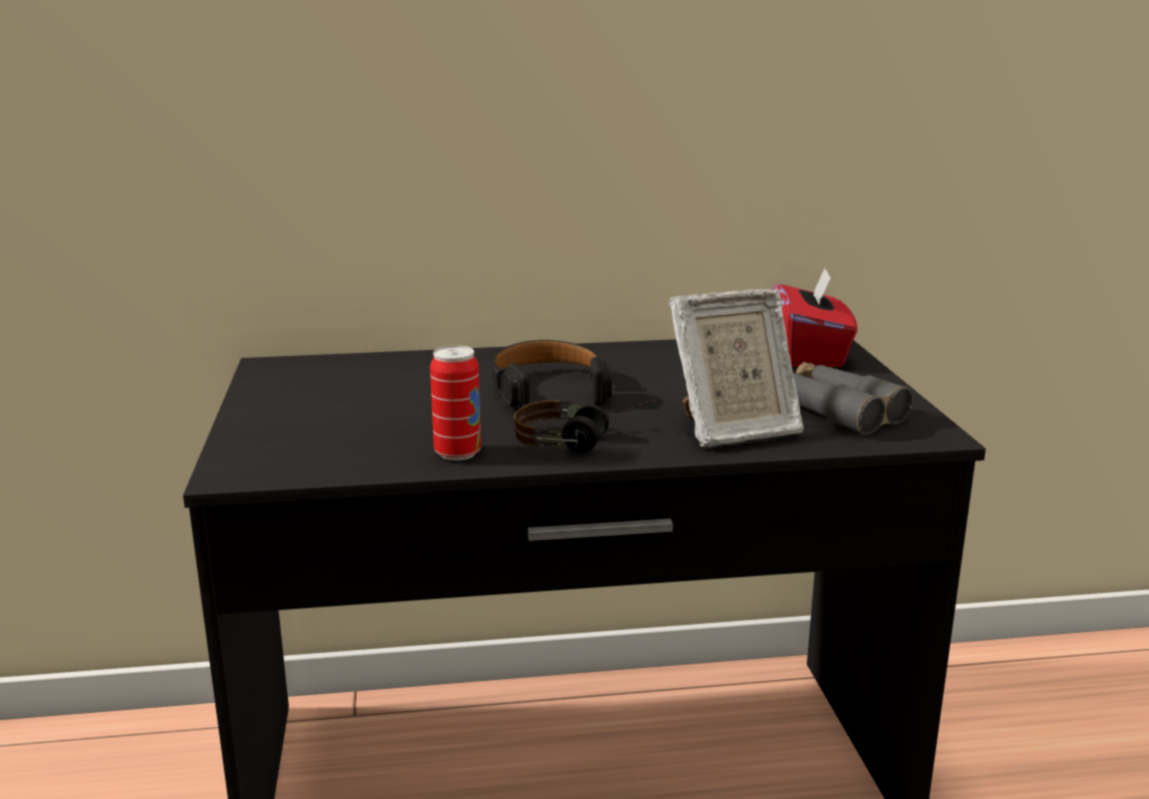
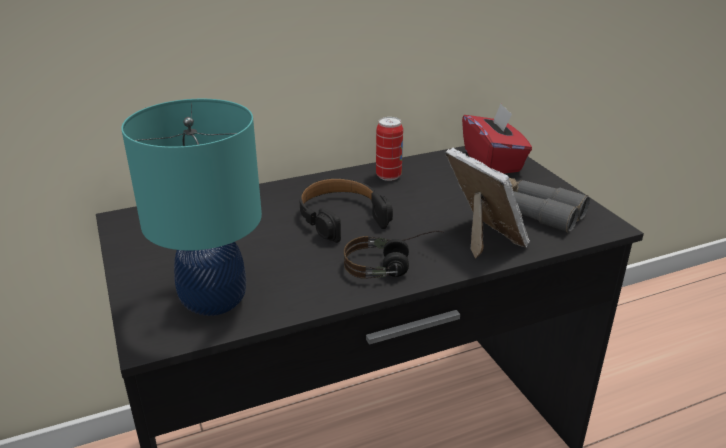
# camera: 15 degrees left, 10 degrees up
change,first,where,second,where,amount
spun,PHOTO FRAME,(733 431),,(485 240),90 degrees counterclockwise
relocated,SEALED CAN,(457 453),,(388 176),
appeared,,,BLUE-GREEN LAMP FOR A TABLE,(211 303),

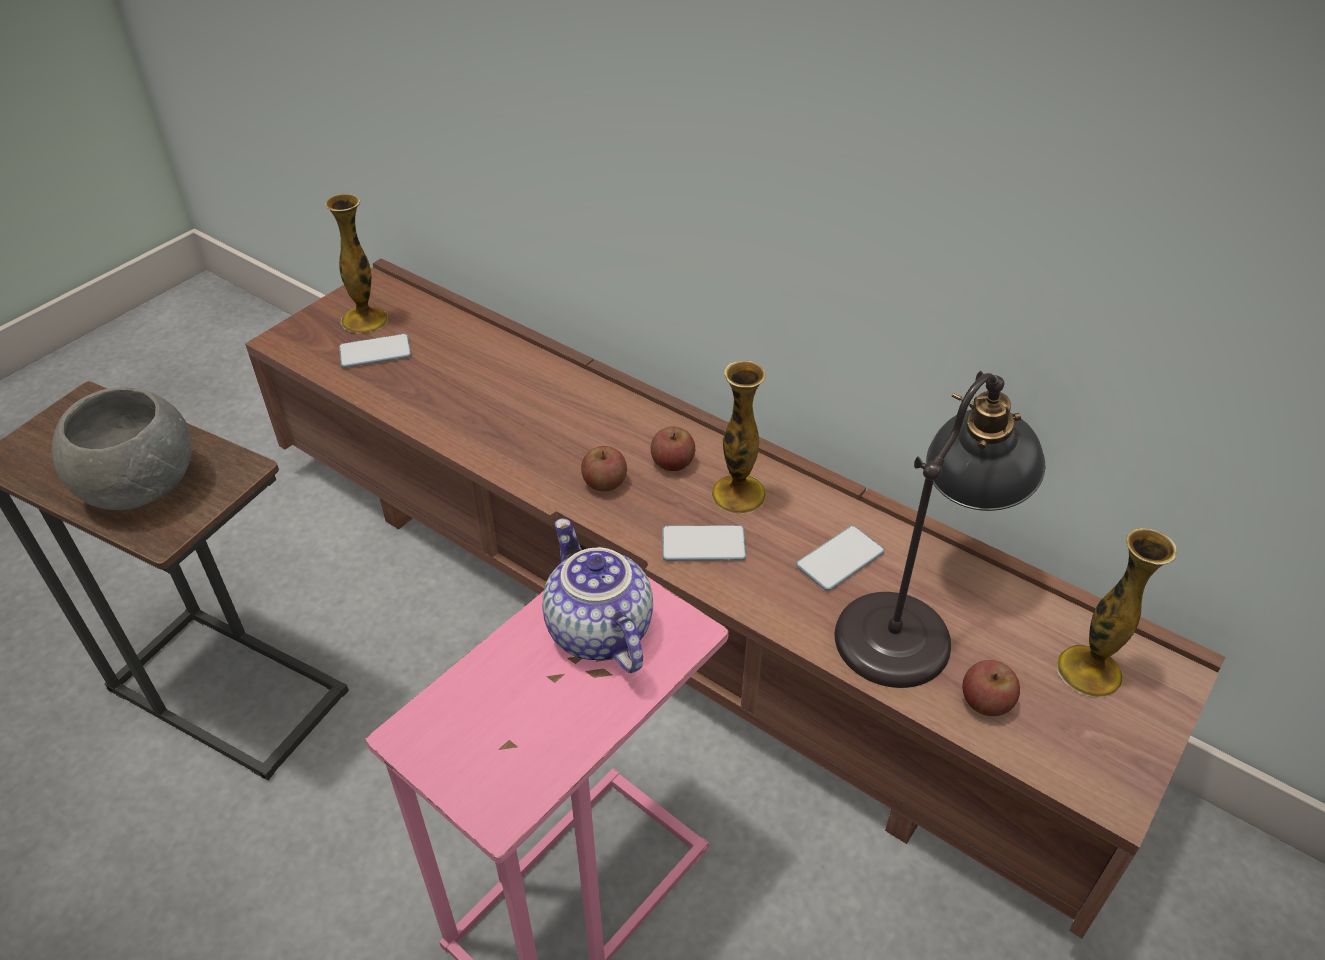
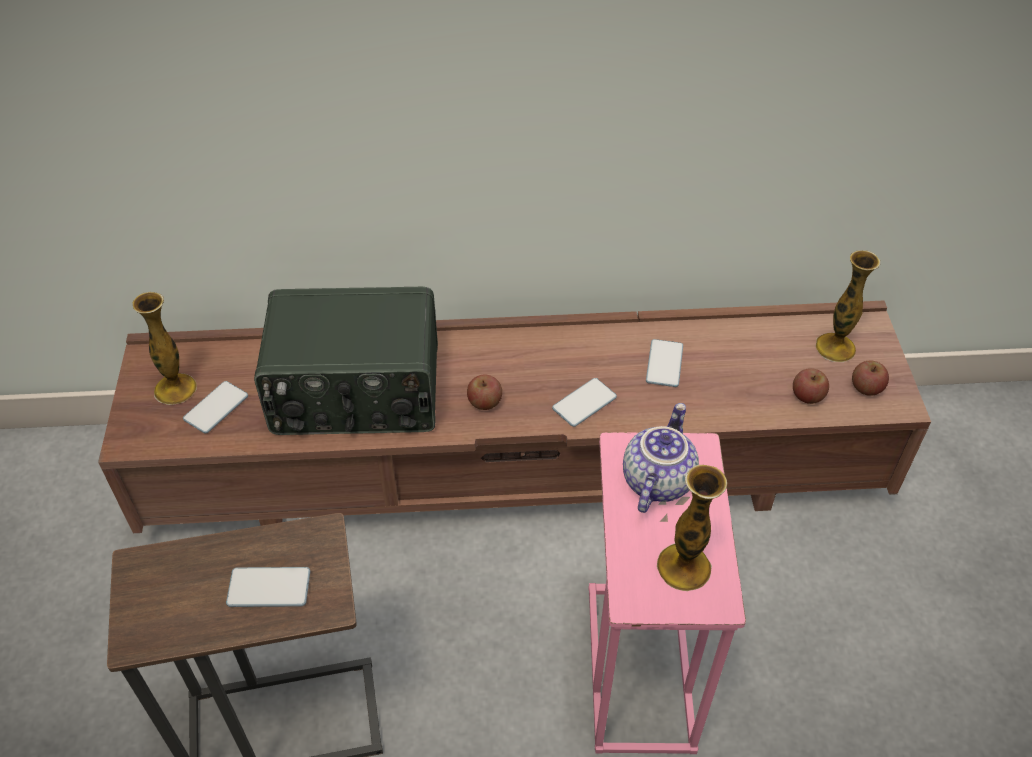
# camera: 40 degrees left, 5 degrees up
change,first,where,second,where,amount
relocated,VASE,(738 494),,(683 567),
missing,GREY LAMP FOR A TABLE,(919 609),,,
exchanged,GREY DEEP DISH,(142 485),TELEPHONE,(269 588),
relocated,WHOLE APPLE,(672 463),,(866 388),
spun,POT FOR TEA,(596 631),,(656 480),90 degrees clockwise
appeared,,,RADIO SET,(356 393),

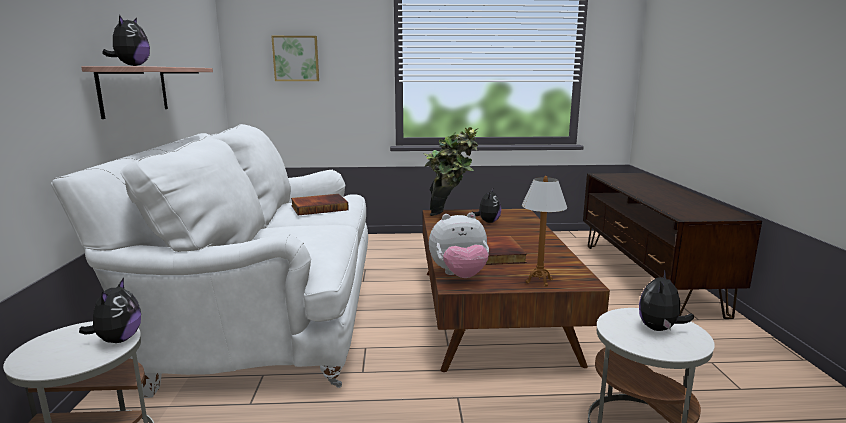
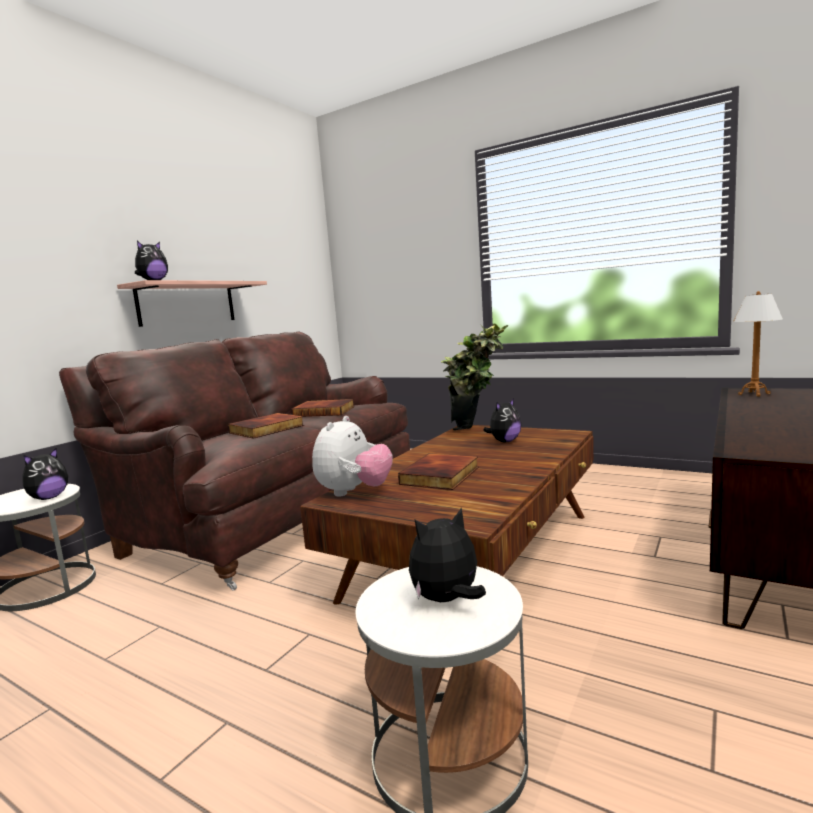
# camera: 35 degrees right, 5 degrees down
change,first,where,second,where,amount
missing,WALL PICTURE,(296 58),,,
colour,WHITE-COLOURED COUCH,(265 317),BROWN COUCH,(269 515),
relocated,LAMP FOR A TABLE,(539 281),,(754 394),
spun,CUDDLY TOY,(459 276),,(354 492),90 degrees counterclockwise
appeared,,,BOUND BOOK,(267 429),

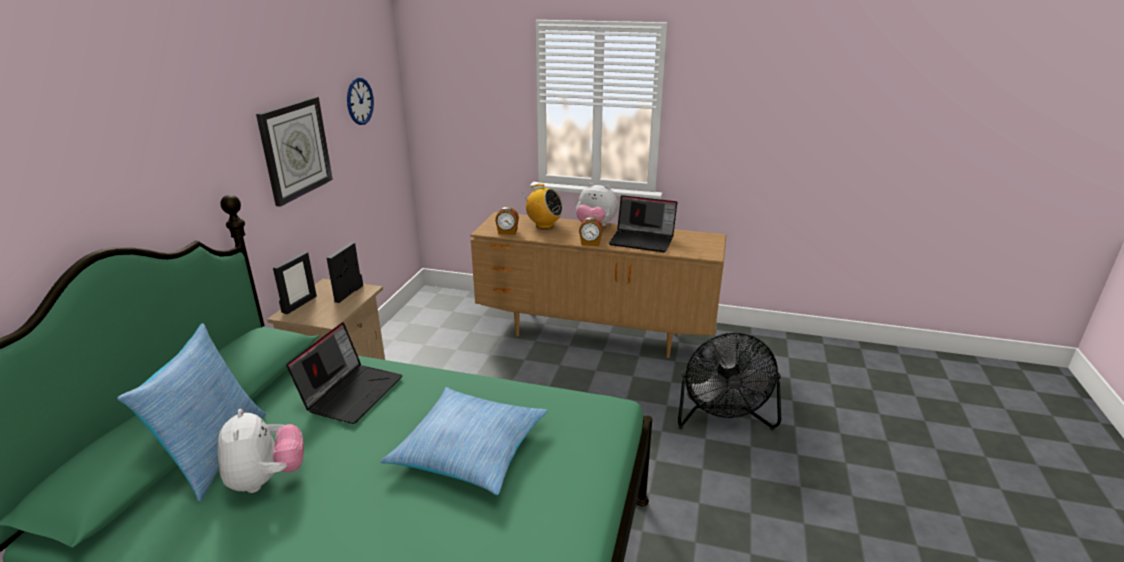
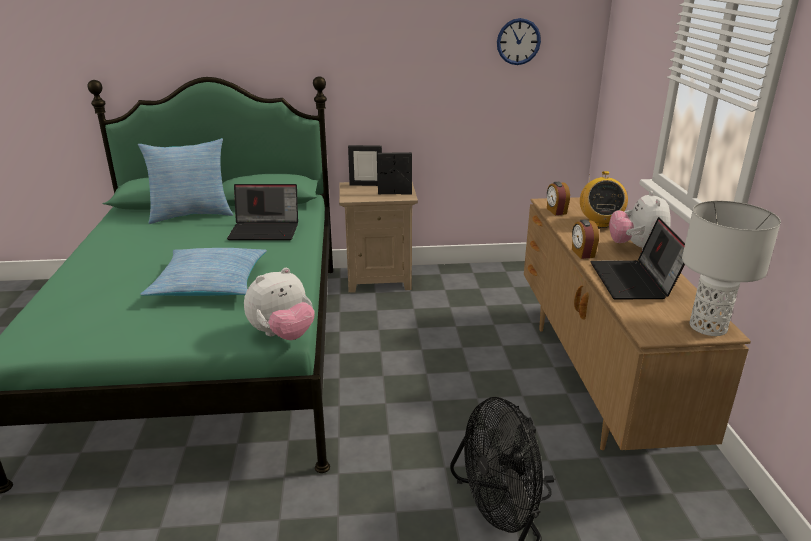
# camera: 70 degrees right, 0 degrees up
change,first,where,second,where,amount
missing,CLOCK ON THE WALL,(295 149),,,
relocated,CUDDLY TOY,(267 479),,(282 335),
appeared,,,WHITE-COLOURED LAMP FOR A TABLE,(708 326),

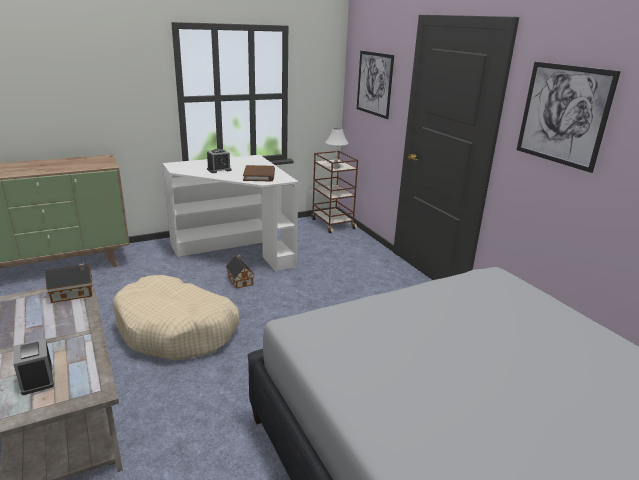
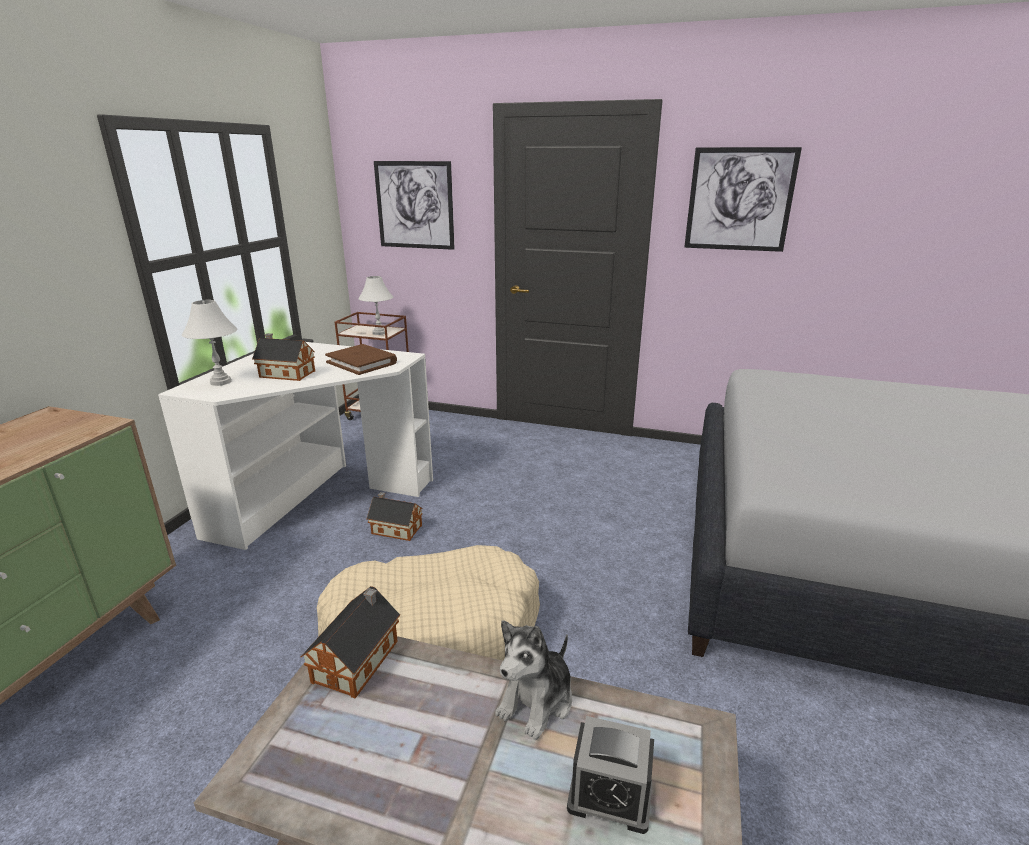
# camera: 45 degrees left, 0 degrees up
change,first,where,second,where,amount
exchanged,BEDSIDE CLOCK,(219 170),MINIATURE HOUSE,(285 373),
appeared,,,WHITE-COLOURED LAMP FOR A TABLE,(220 382),
appeared,,,CUDDLY TOY,(537 701),

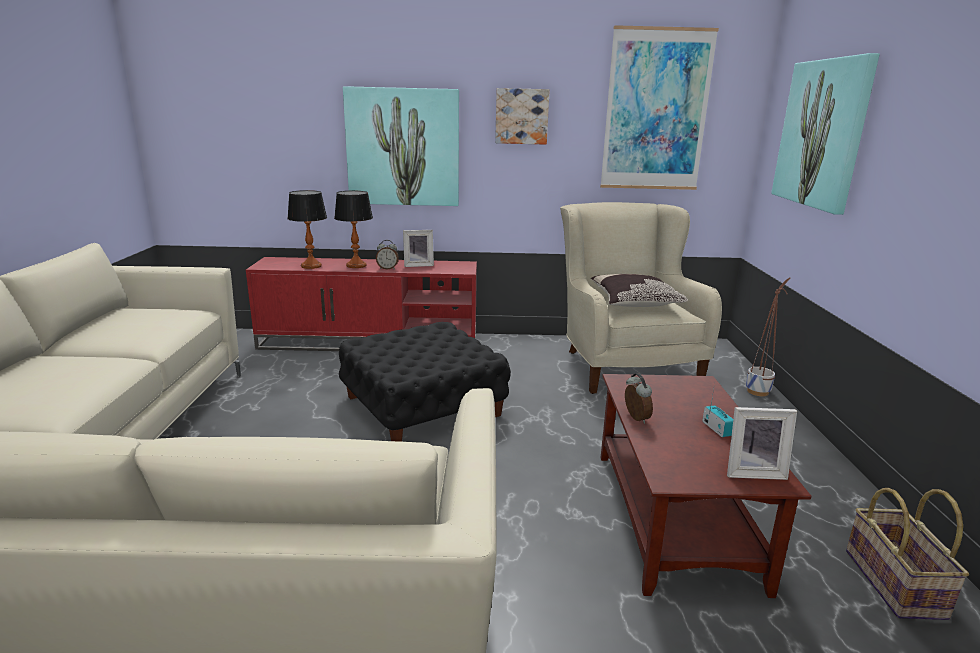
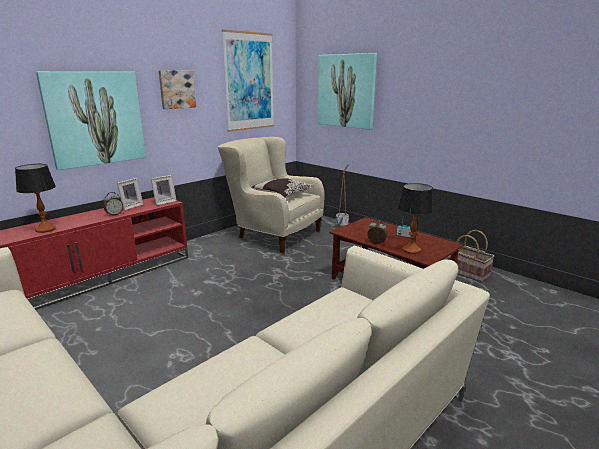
# camera: 45 degrees left, 0 degrees up
change,first,where,second,where,amount
relocated,LAMP FOR A TABLE,(356 265),,(411 250),
missing,BLACK POUFFE,(422 406),,,
relocated,PHOTO FRAME,(753 471),,(164 202),

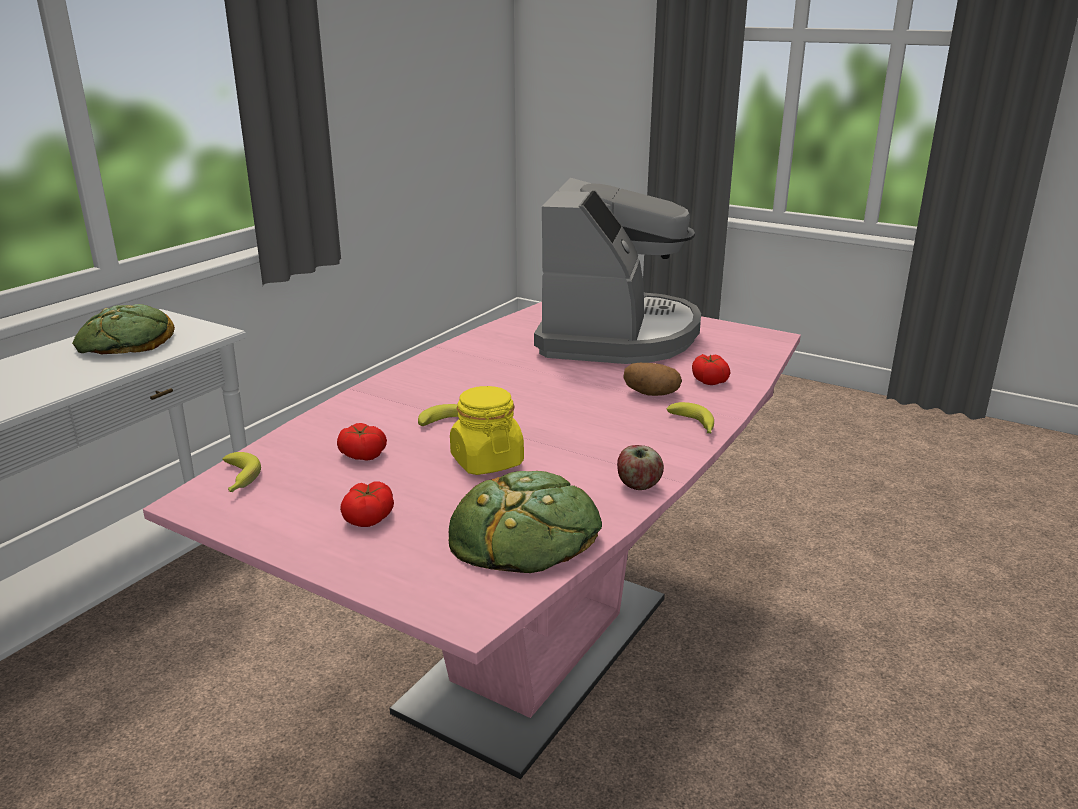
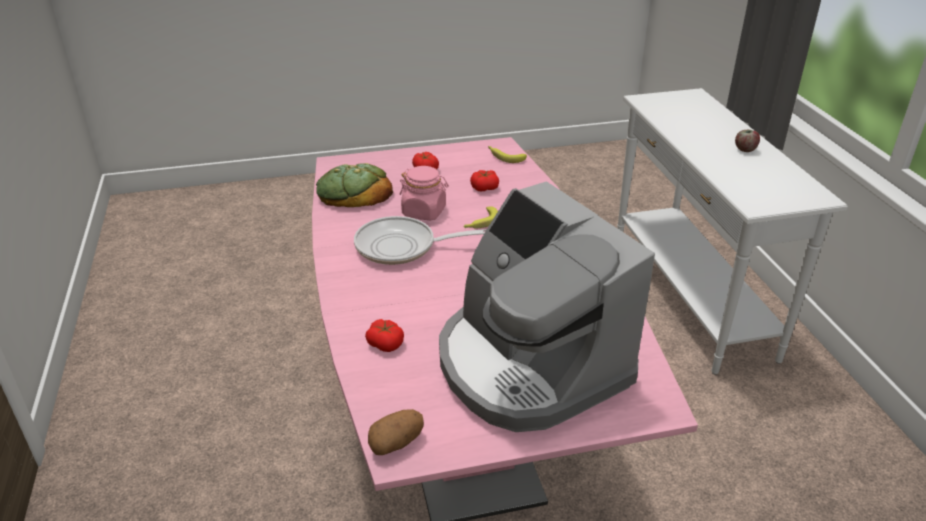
# camera: 135 degrees right, 10 degrees up
change,first,where,second,where,amount
missing,BREAD,(125 342),,,
relocated,POTATO,(651 394),,(396 443),
colour,YELLOW-COLOURED JAR,(486 461),PINK-COLOURED JAR,(424 211),
missing,WHOLE BANANA,(694 426),,,
relocated,WHOLE APPLE,(638 485),,(745 149),
appeared,,,FRYING PAN,(403 247),

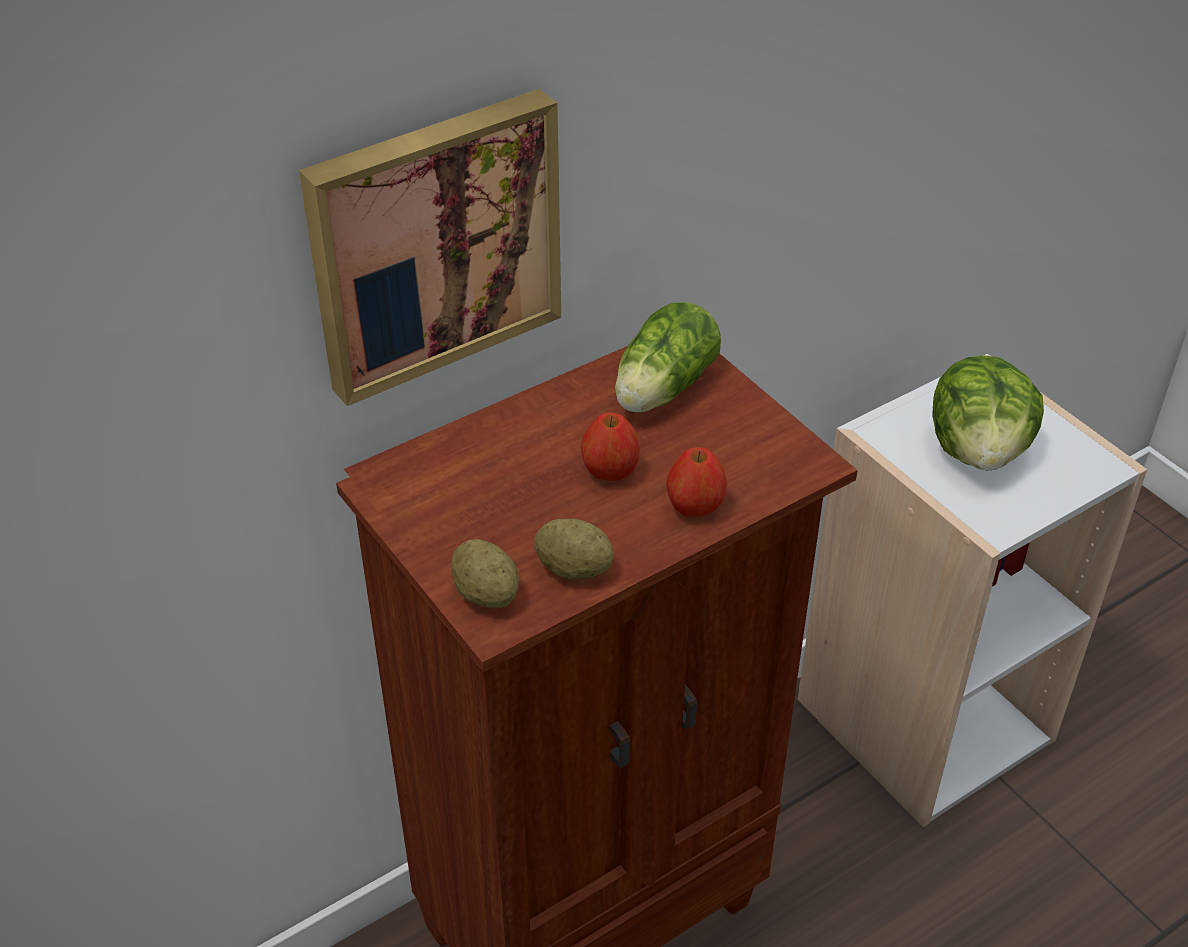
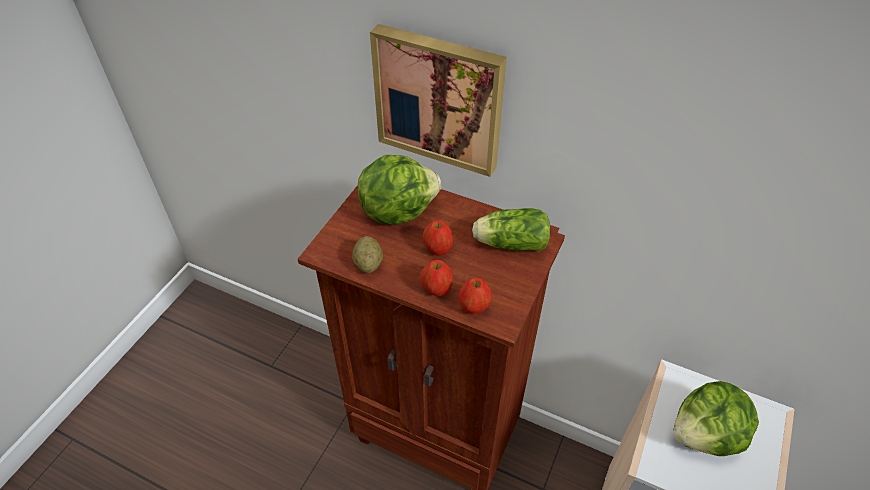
# camera: 60 degrees right, 5 degrees up
change,first,where,second,where,amount
missing,POTATO,(486 594),,,
appeared,,,LETTUCE HEAD,(397 210),
appeared,,,WHOLE APPLE,(474 307),

